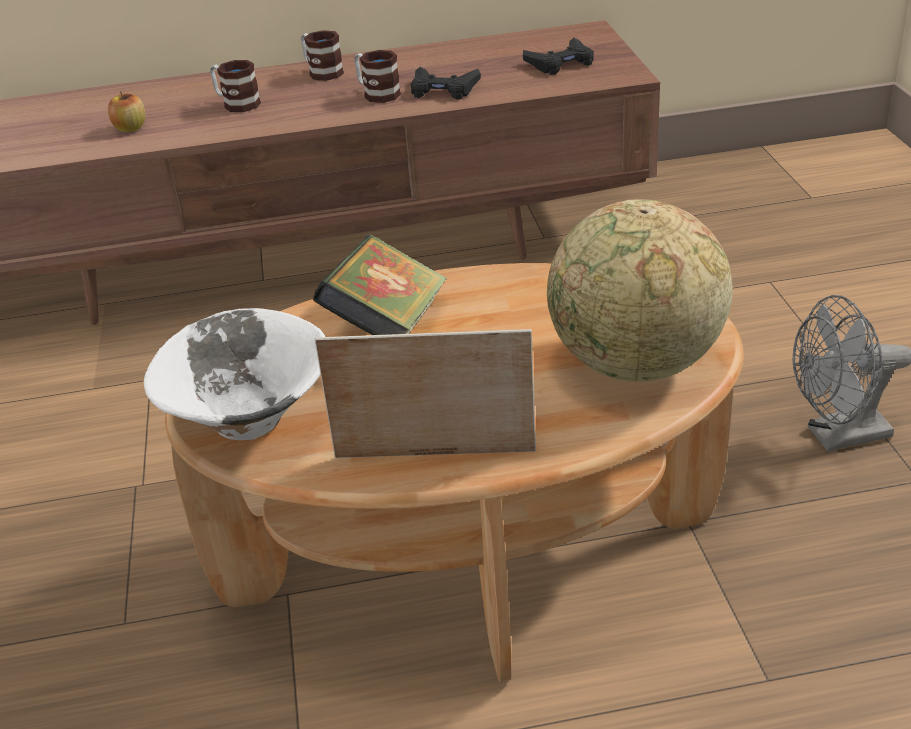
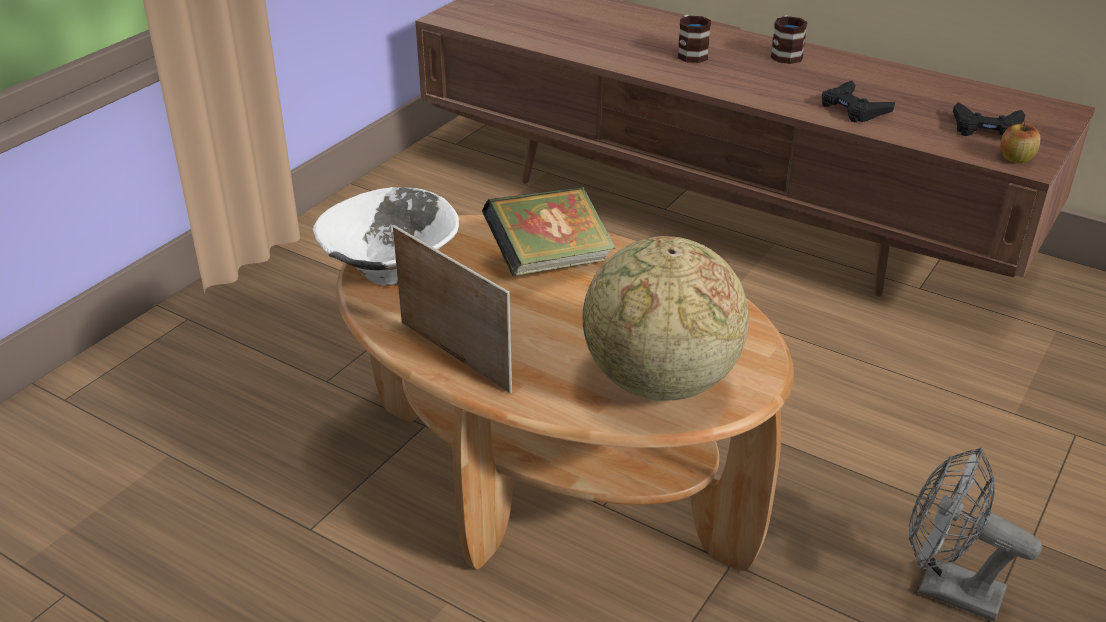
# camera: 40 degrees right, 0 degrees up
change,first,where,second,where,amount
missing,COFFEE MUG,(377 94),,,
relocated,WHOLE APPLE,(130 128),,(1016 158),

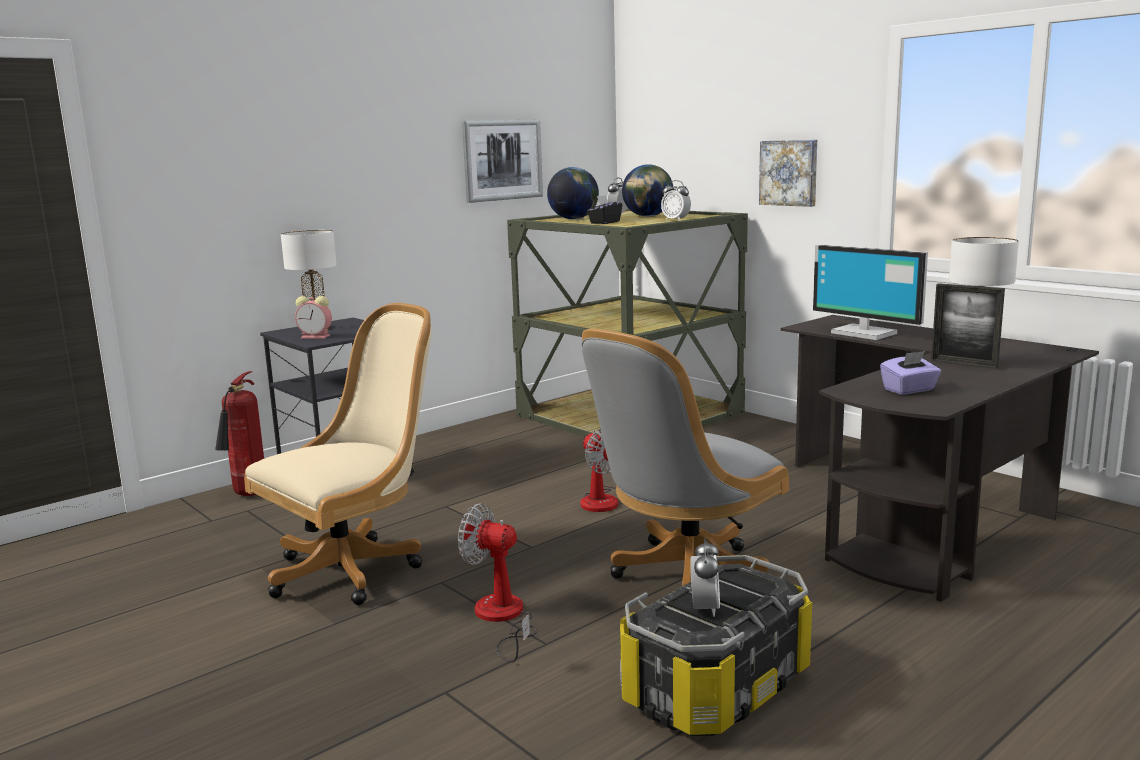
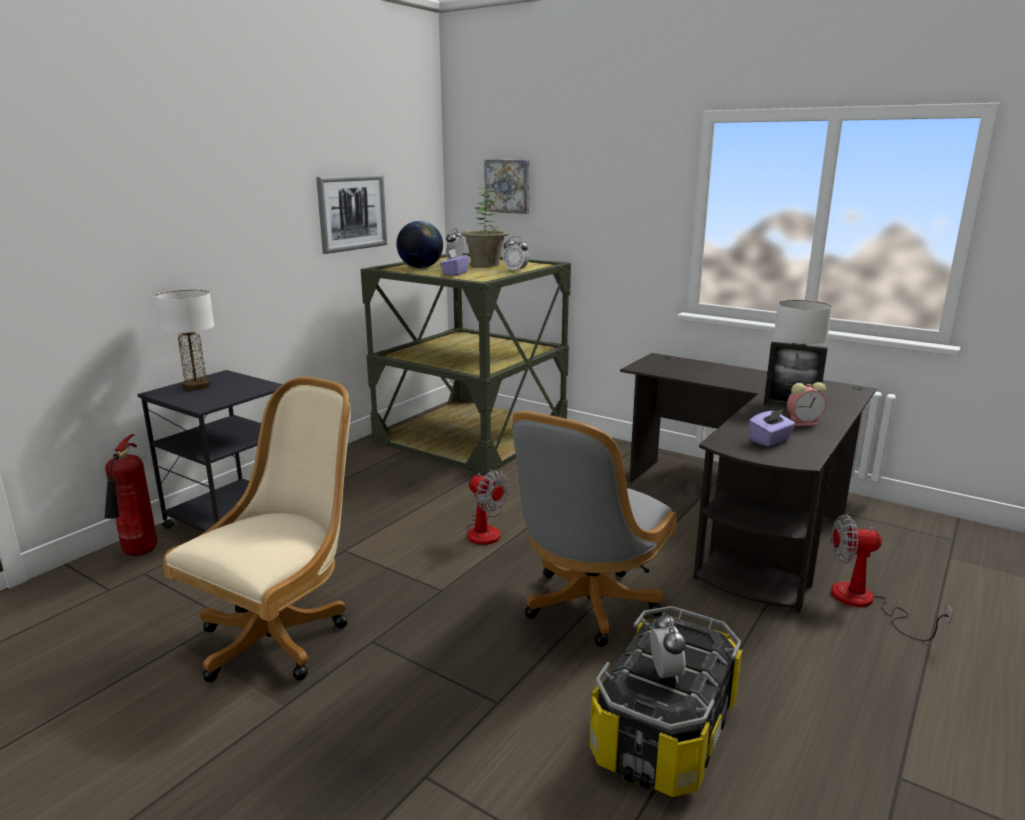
# camera: 15 degrees left, 5 degrees up
change,first,where,second,where,amount
relocated,WALL PICTURE,(789 172),,(508 186),
exchanged,GLOBE,(648 216),POTTED PLANT,(485 264),
colour,BLACK TISSUE BOX,(604 222),PURPLE-COLOURED TISSUE BOX,(454 273),
missing,COMPUTER DISPLAY,(865 333),,,
relocated,BEDSIDE CLOCK,(316 336),,(804 423),
relocated,COOLING FAN,(502 618),,(865 603),

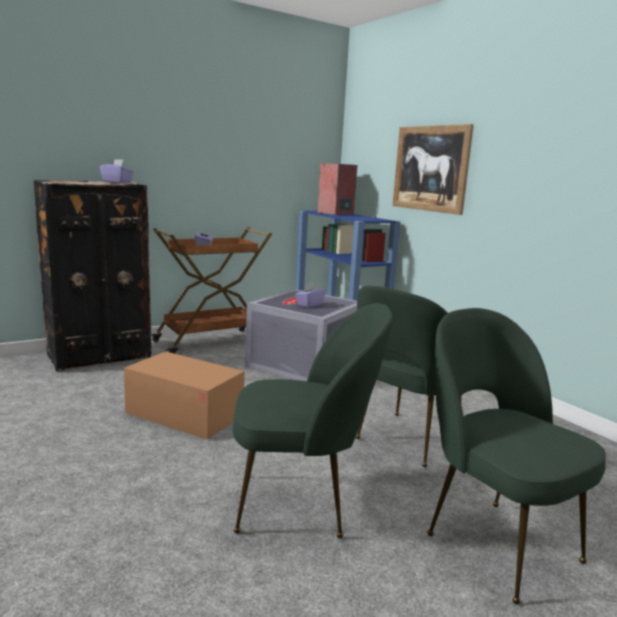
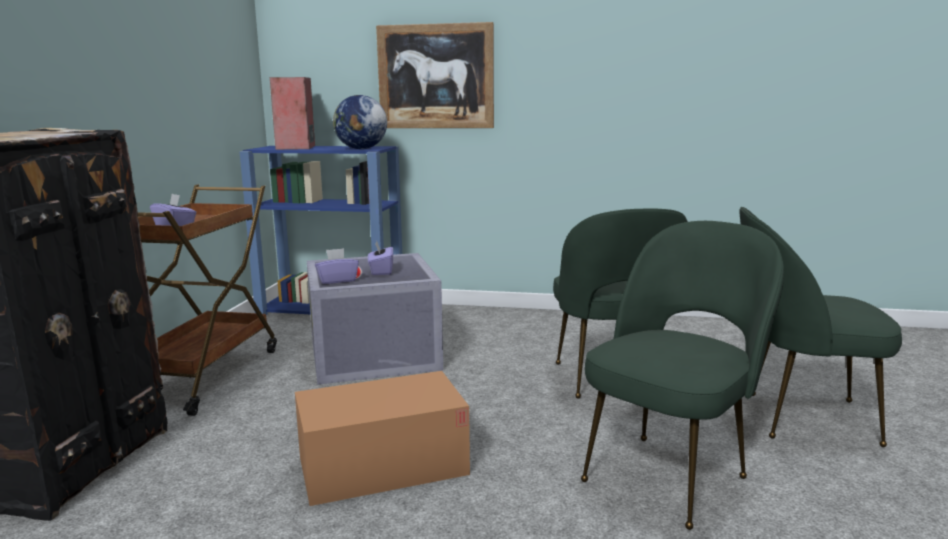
# camera: 45 degrees left, 0 degrees up
change,first,where,second,where,amount
relocated,PURPLE-COLOURED TISSUE BOX,(117 182),,(337 280),
appeared,,,GLOBE,(361 149),

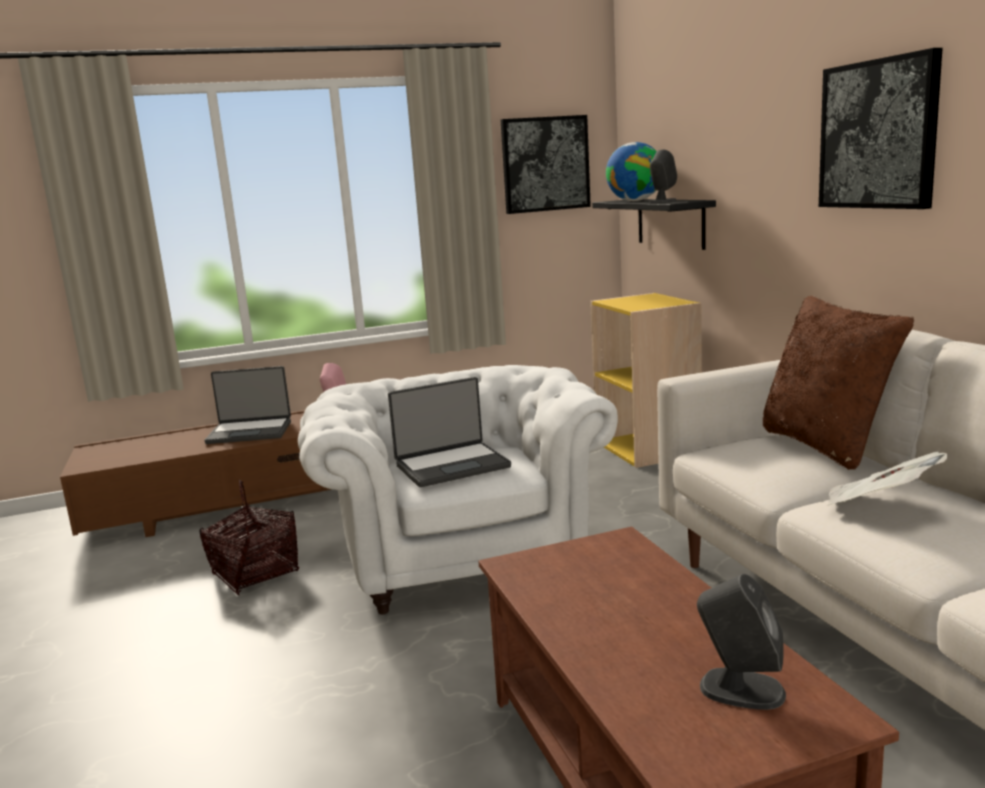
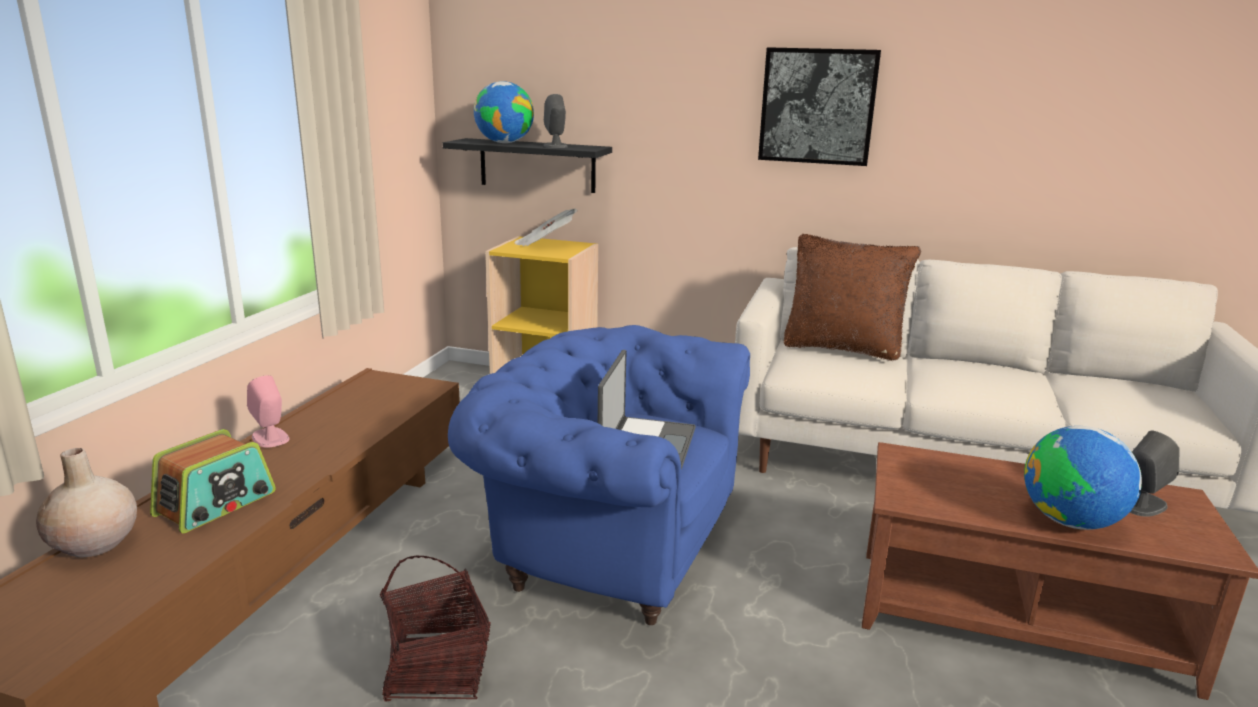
# camera: 55 degrees left, 5 degrees up
change,first,where,second,where,amount
missing,WALL PICTURE,(545 164),,,
colour,WHITE-COLOURED LOUNGE CHAIR,(461 558),BLUE-COLOURED LOUNGE CHAIR,(605 544),
exchanged,PORTABLE COMPUTER,(250 432),RADIO SET,(216 504),
relocated,PRINTED PAPER,(879 506),,(545 244),
appeared,,,GLOBE,(1071 522),
appeared,,,BEIGE VASE,(94 544),

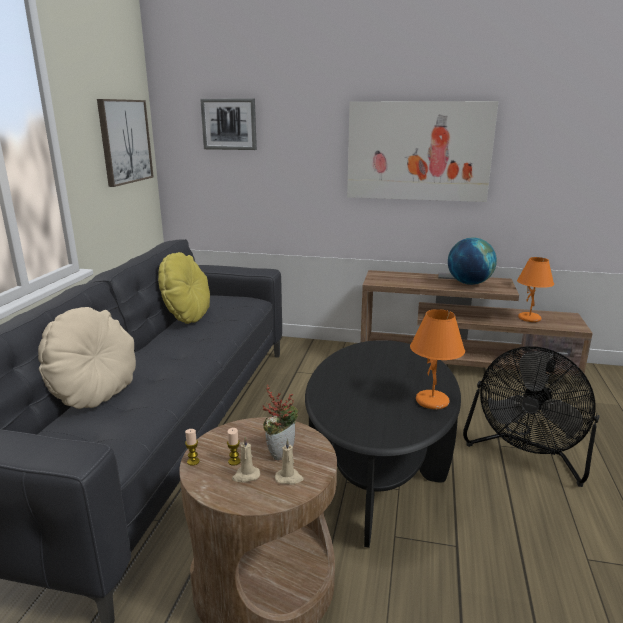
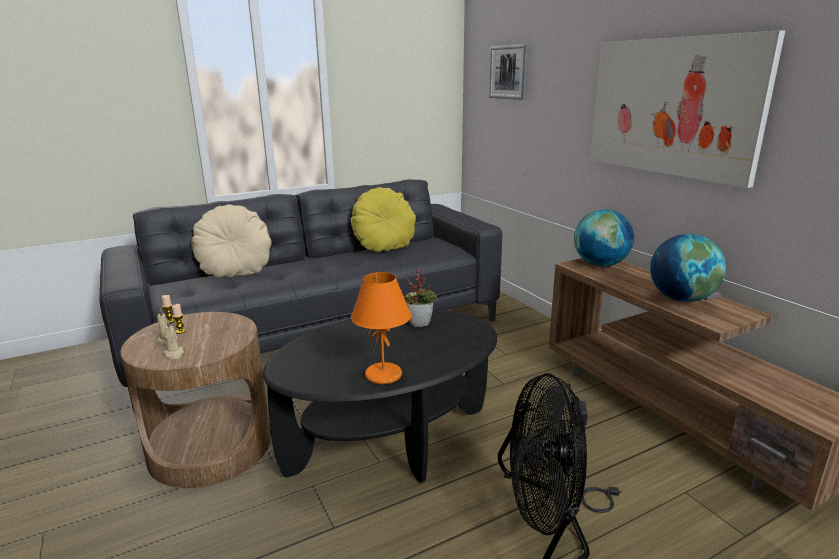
# camera: 50 degrees right, 0 degrees up
change,first,where,second,where,amount
missing,WALL PICTURE,(125 141),,,
missing,ORANGE LAMP FOR A TABLE,(530 318),,,
relocated,POTTED PLANT,(280 452),,(420 323),
appeared,,,GLOBE,(600 265),

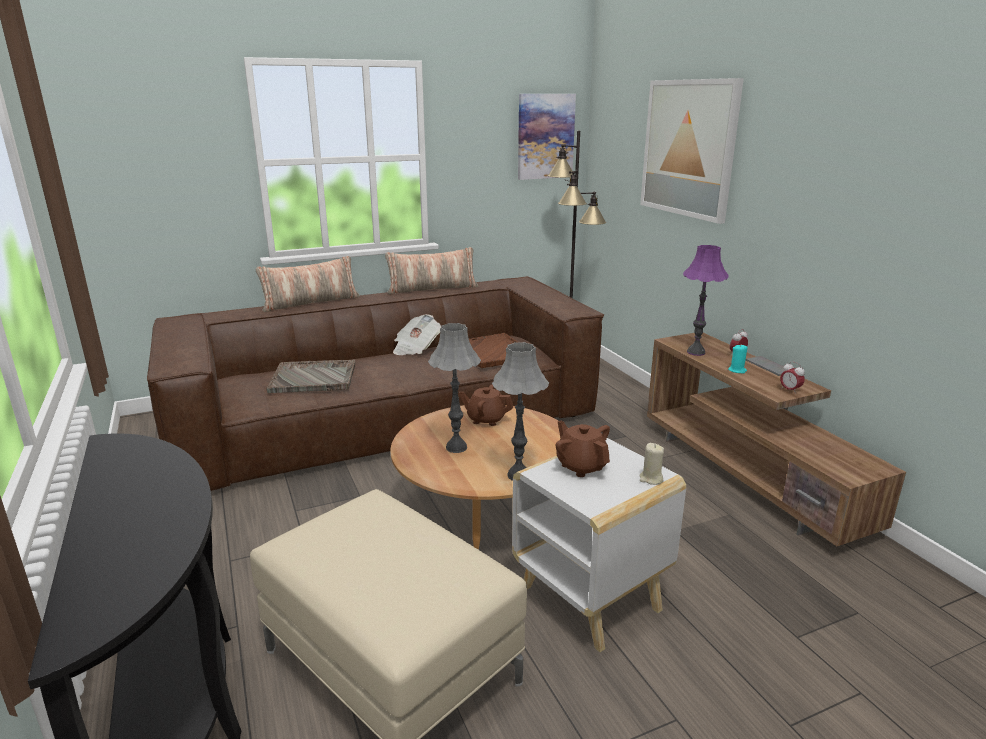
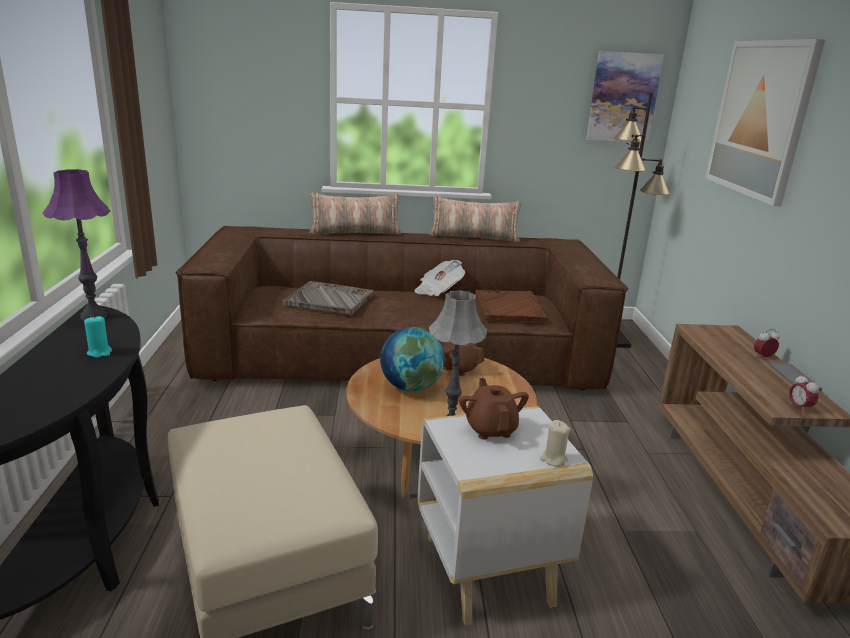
# camera: 20 degrees right, 0 degrees up
change,first,where,second,where,amount
relocated,PURPLE-COLOURED LAMP FOR A TABLE,(695 352),,(94 316),
exchanged,GREY LAMP FOR A TABLE,(456 447),GLOBE,(411 387),
relocated,BLUE-GREEN CANDLE,(737 370),,(100 352),

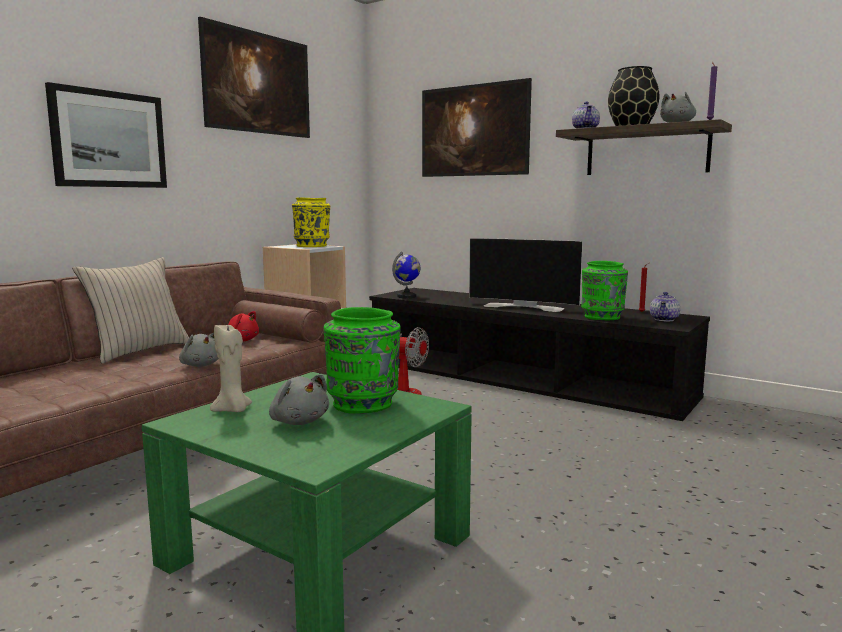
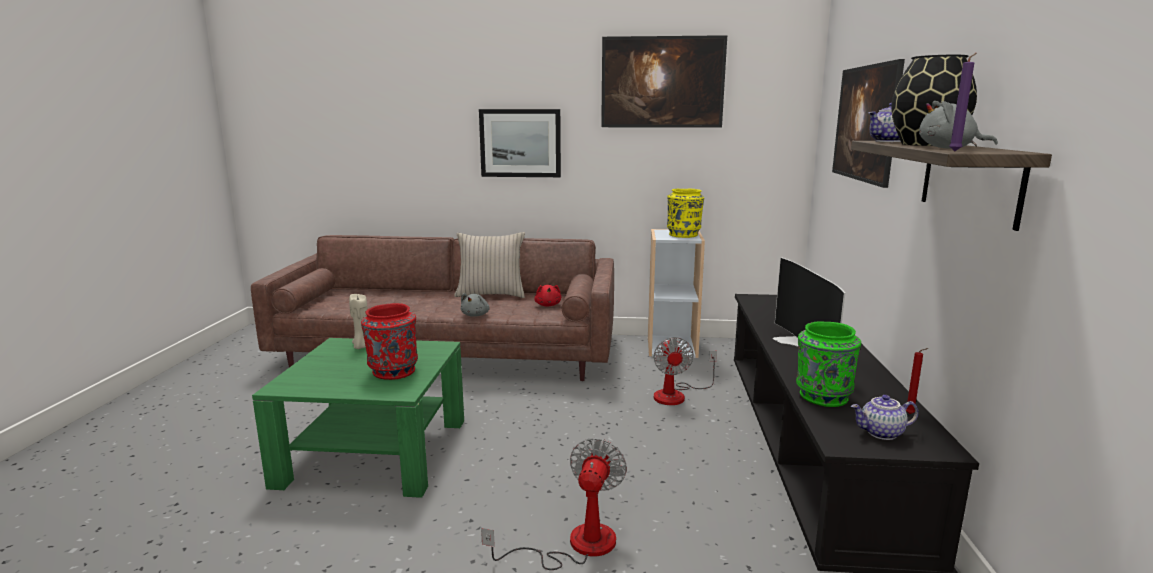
# camera: 60 degrees right, 5 degrees up
change,first,where,second,where,amount
missing,GLOBE,(407 296),,,
colour,GREENISH VASE,(363 404),RED-COLOURED VASE,(393 372),
missing,GREY CUDDLY TOY,(298 421),,,
appeared,,,COOLING FAN,(576 545),

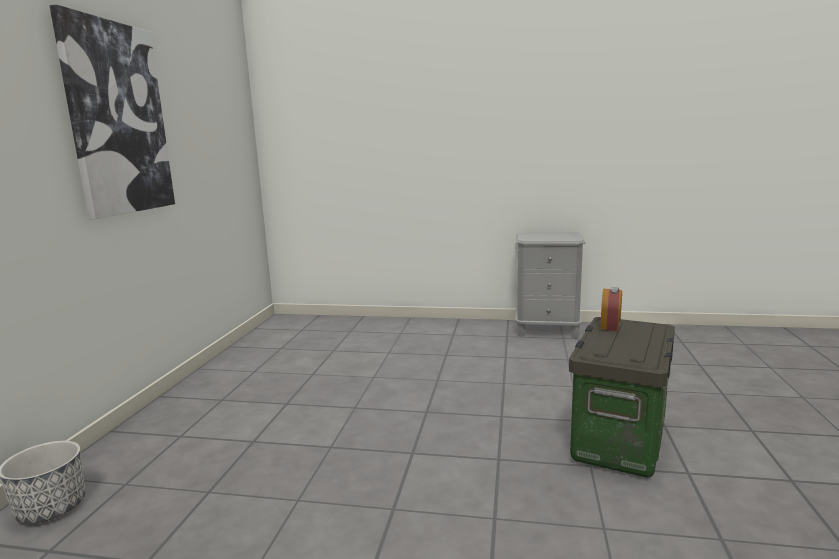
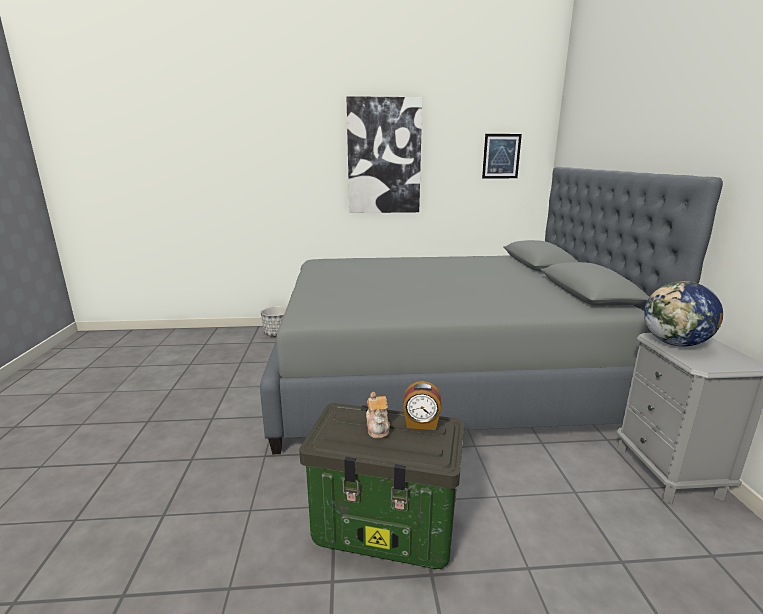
# camera: 75 degrees right, 5 degrees up
change,first,where,second,where,amount
appeared,,,WALL PICTURE,(501 156),
appeared,,,GREY BED,(442 376),
appeared,,,GLOBE,(675 343),
appeared,,,POT FOR TEA,(378 427),

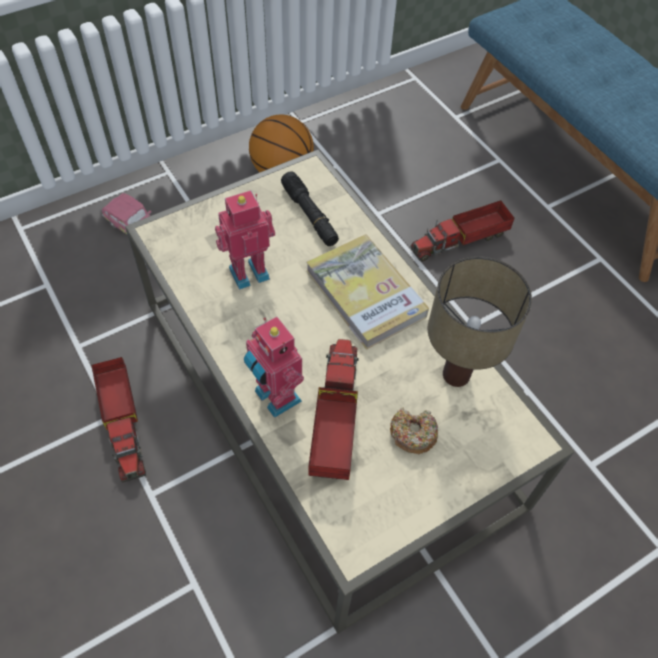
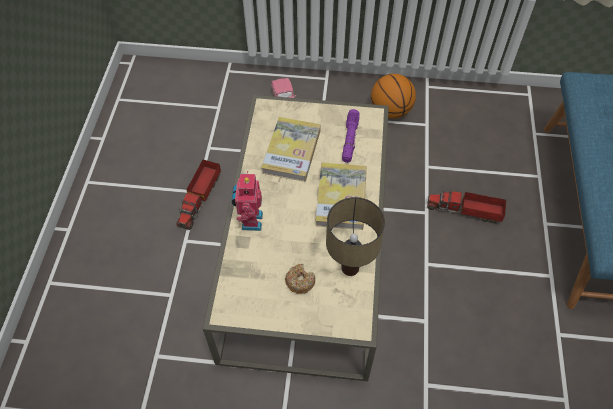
# camera: 40 degrees right, 0 degrees up
change,first,where,second,where,amount
colour,BLACK TORCH,(309 215),PURPLE-COLOURED TORCH,(350 139),
exchanged,MODEL ROBOT,(248 271),BOUND BOOK,(291 151),
missing,TOY LORRY,(335 418),,,

